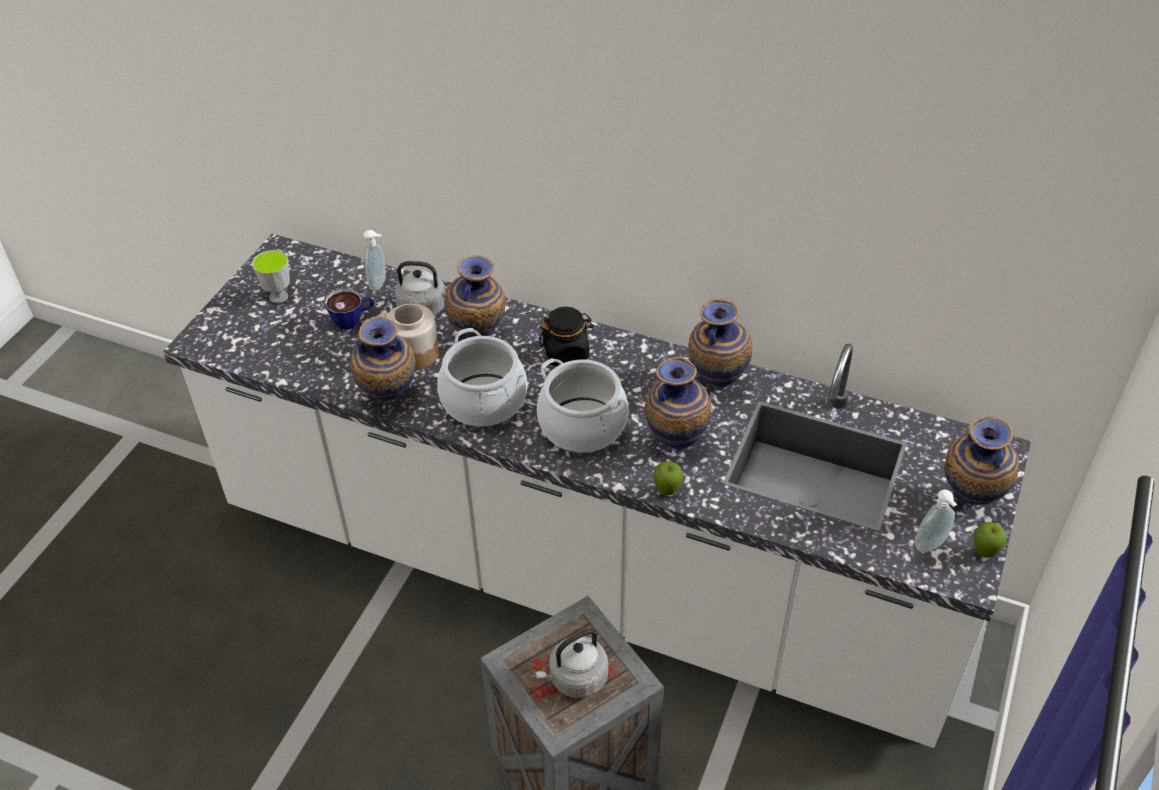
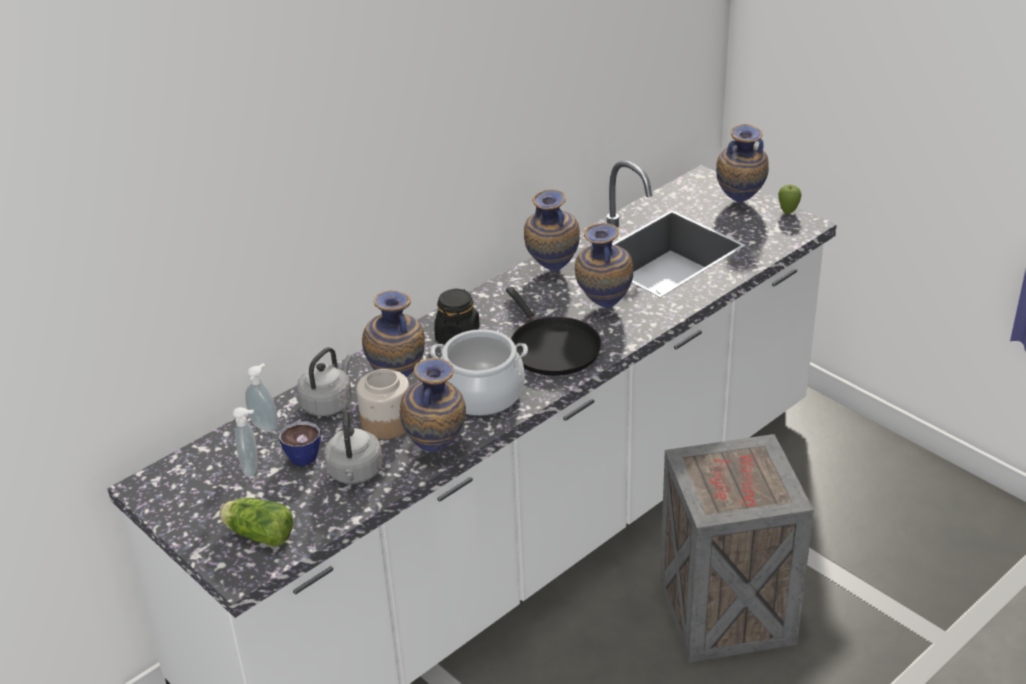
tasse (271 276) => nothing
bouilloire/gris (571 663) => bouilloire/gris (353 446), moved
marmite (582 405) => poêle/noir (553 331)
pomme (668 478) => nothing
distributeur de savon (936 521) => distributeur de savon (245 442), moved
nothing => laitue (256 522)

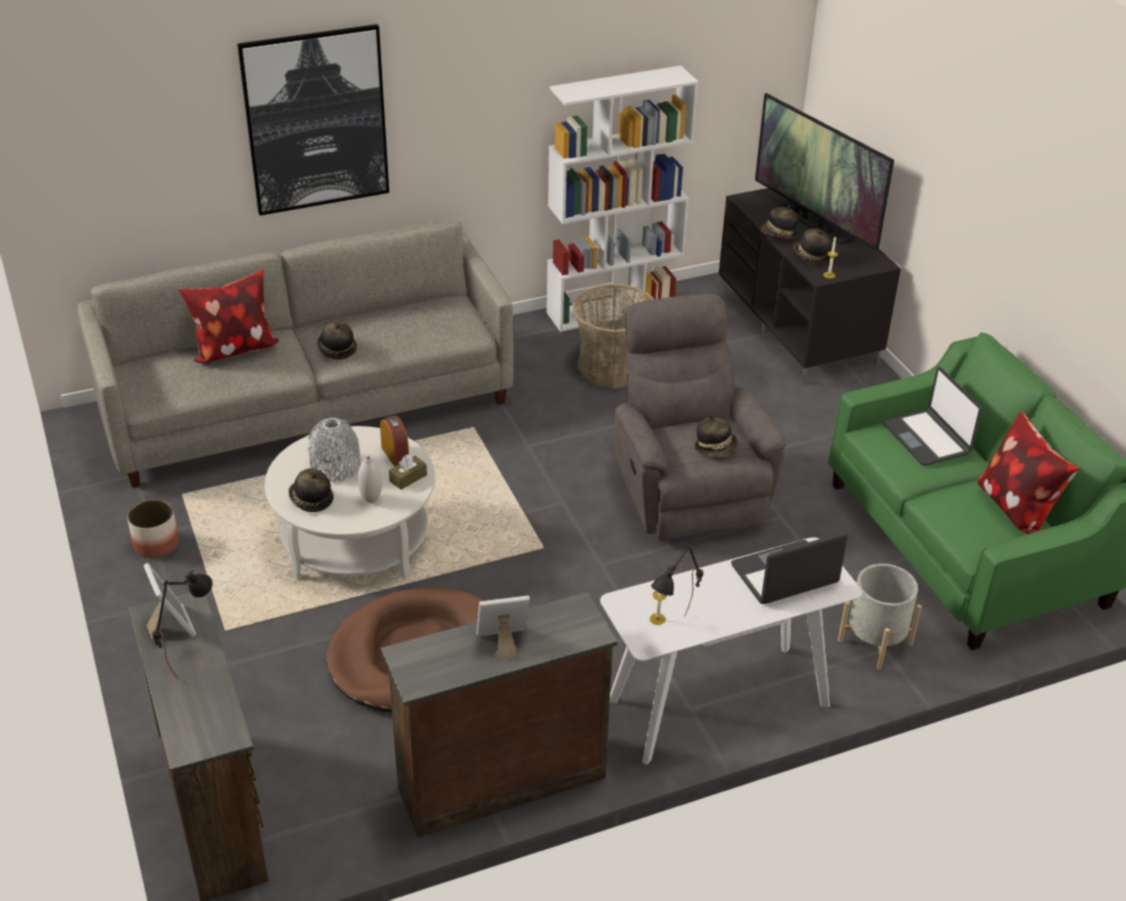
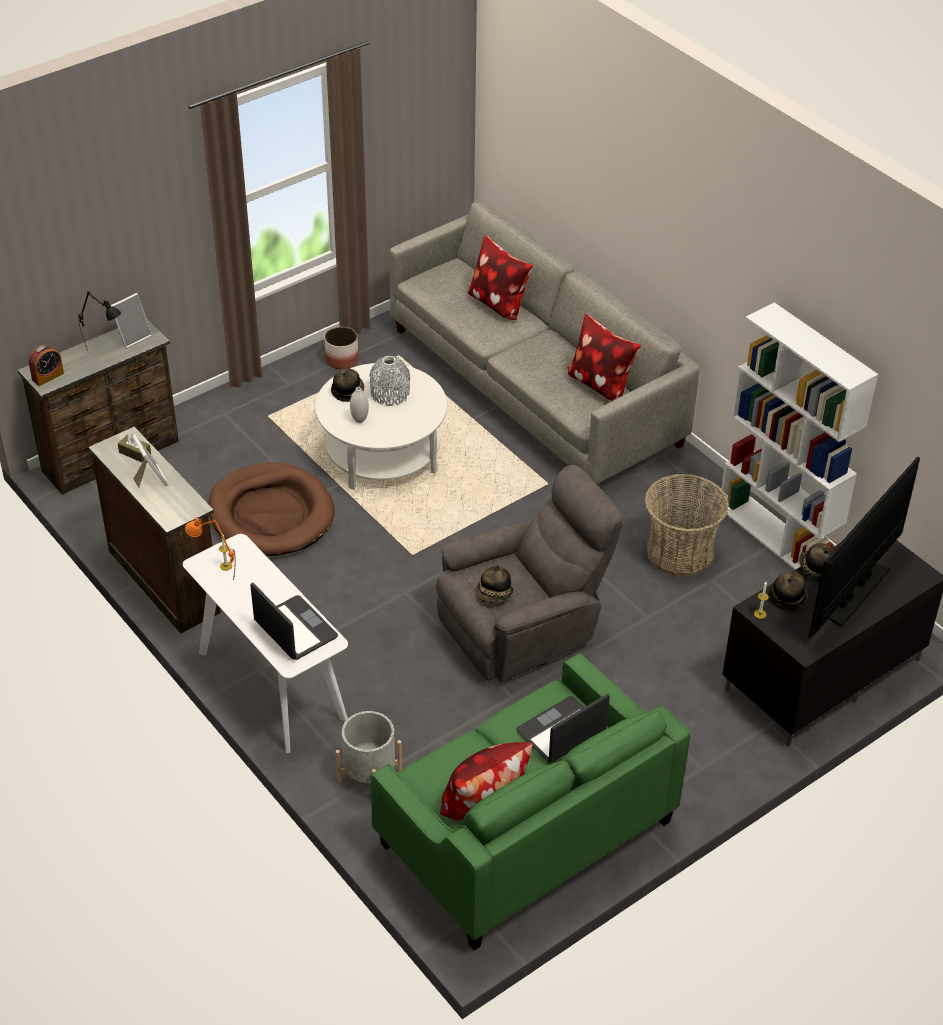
tableau (313 120) => nothing
chapeau (337 340) => nothing
réveil (394 441) => réveil (46 365), moved
boîte à mouchoirs/marron (408 472) => boîte à mouchoirs/marron (134 448), moved
lampe de table/noir (677 580) => lampe de table/orange (210 548)
nothing => coussin (604 357)

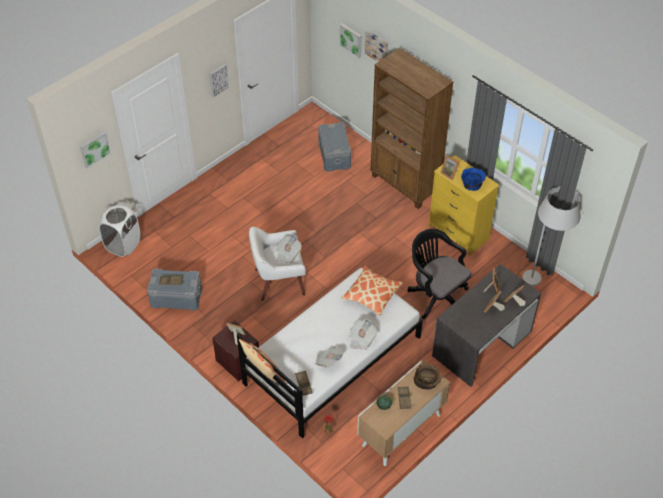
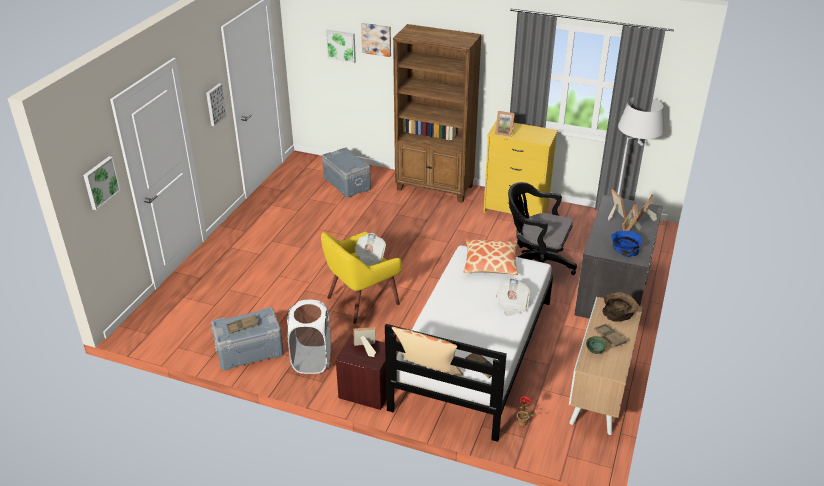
panier à linge/blanc (119 230) => panier à linge/blanc (309 337), moved
fauteuil/blanc (277 264) => fauteuil/jaune (361 278)
journal (328 357) => nothing
bol/bleu (473 179) => bol/bleu (627 243), moved

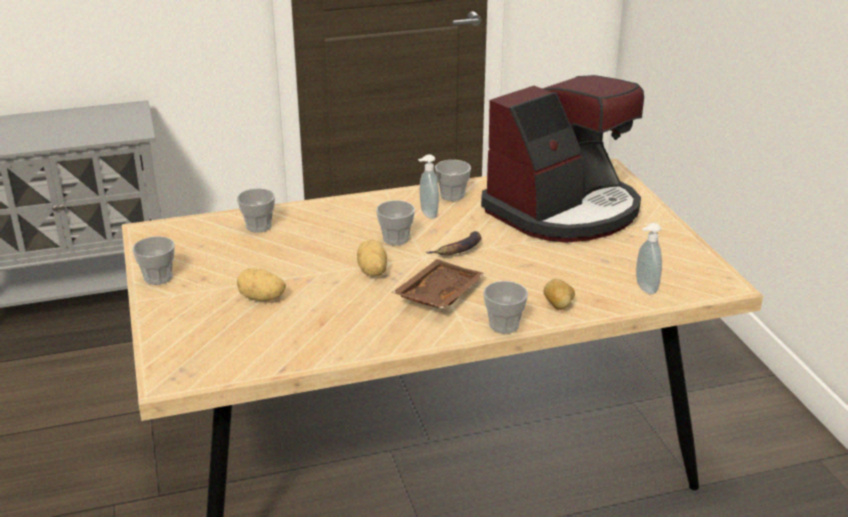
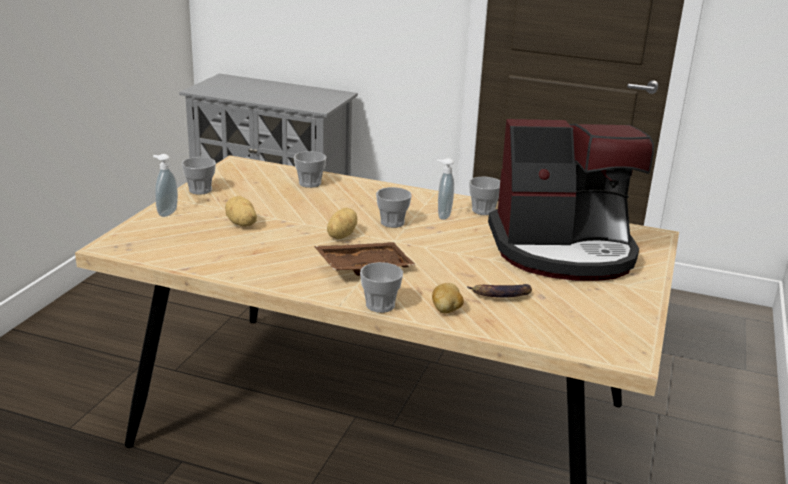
banane (454 243) => banane (499 290), moved
distributeur de savon (649 258) => distributeur de savon (165 185), moved

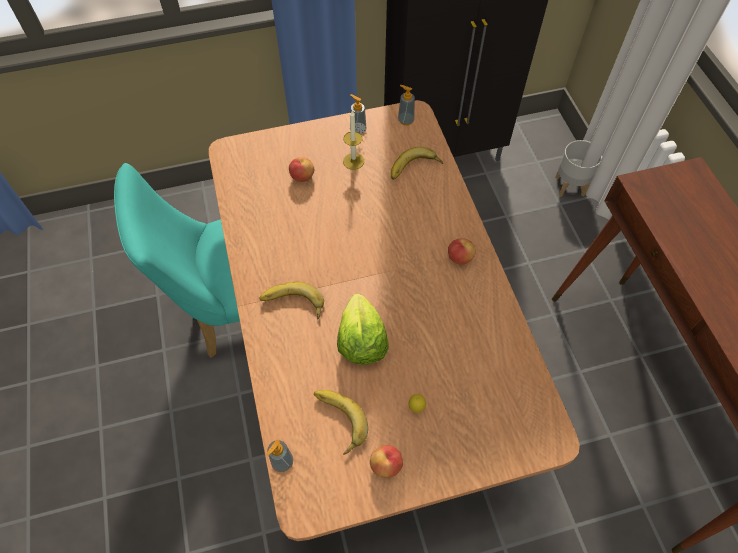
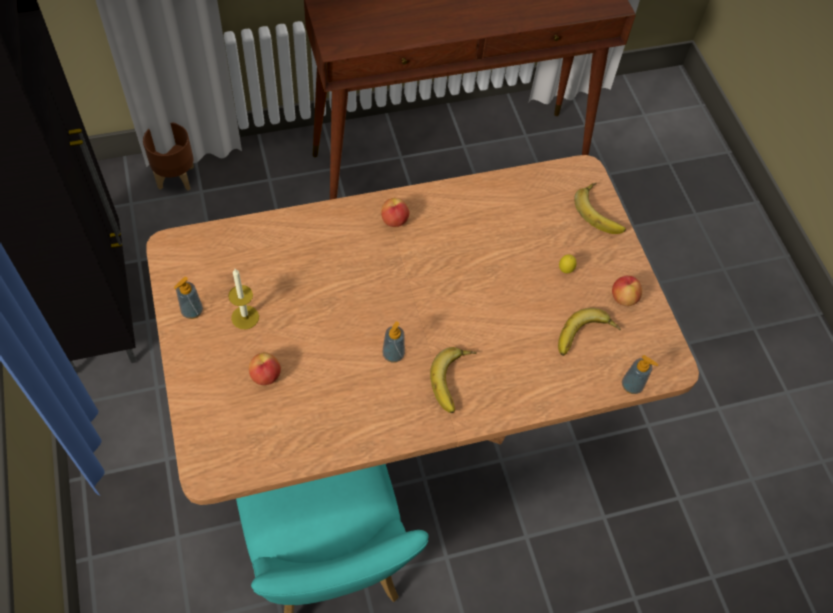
laitue (363 329) => nothing
banane (417 163) => banane (600 208), moved
distributeur de savon (406 105) => distributeur de savon (393 342), moved
cache-pot/gris (578 168) => cache-pot/marron (168 157)

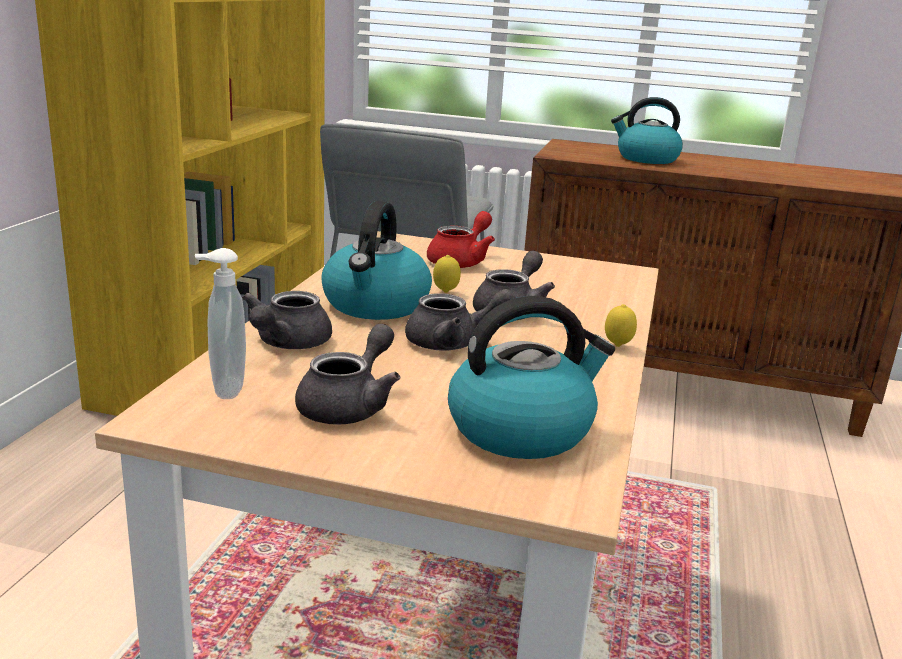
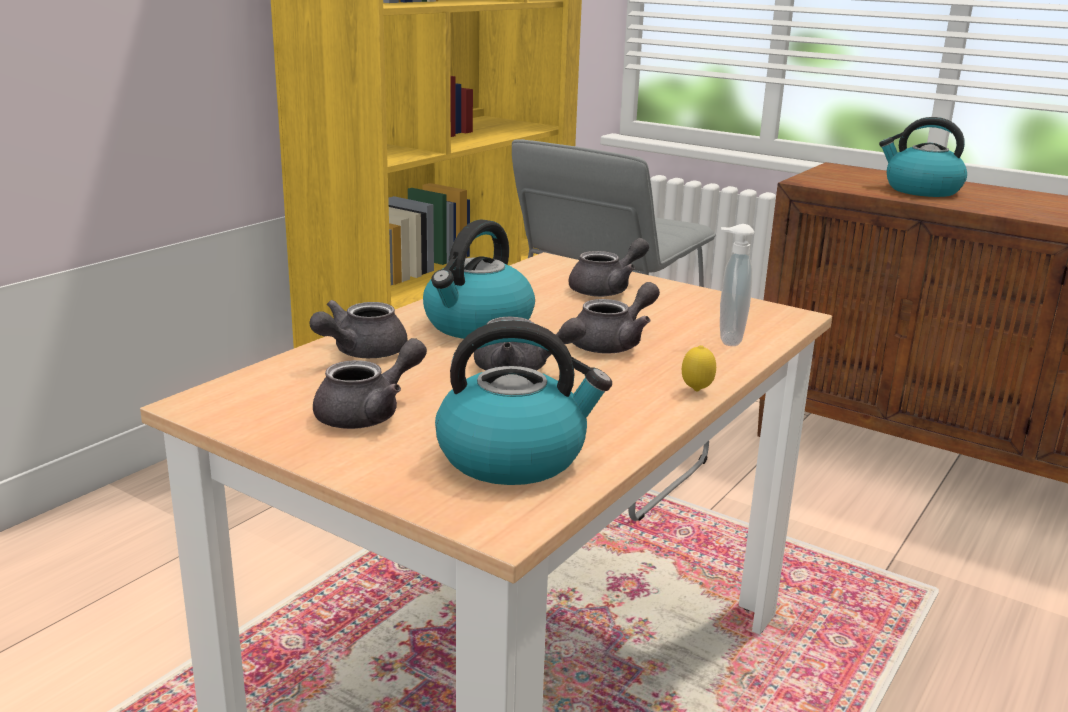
distributeur de savon (220 323) => distributeur de savon (737 285), moved
théière/rouge (461 239) => théière/gris (609 267)
citron (447 274) => nothing

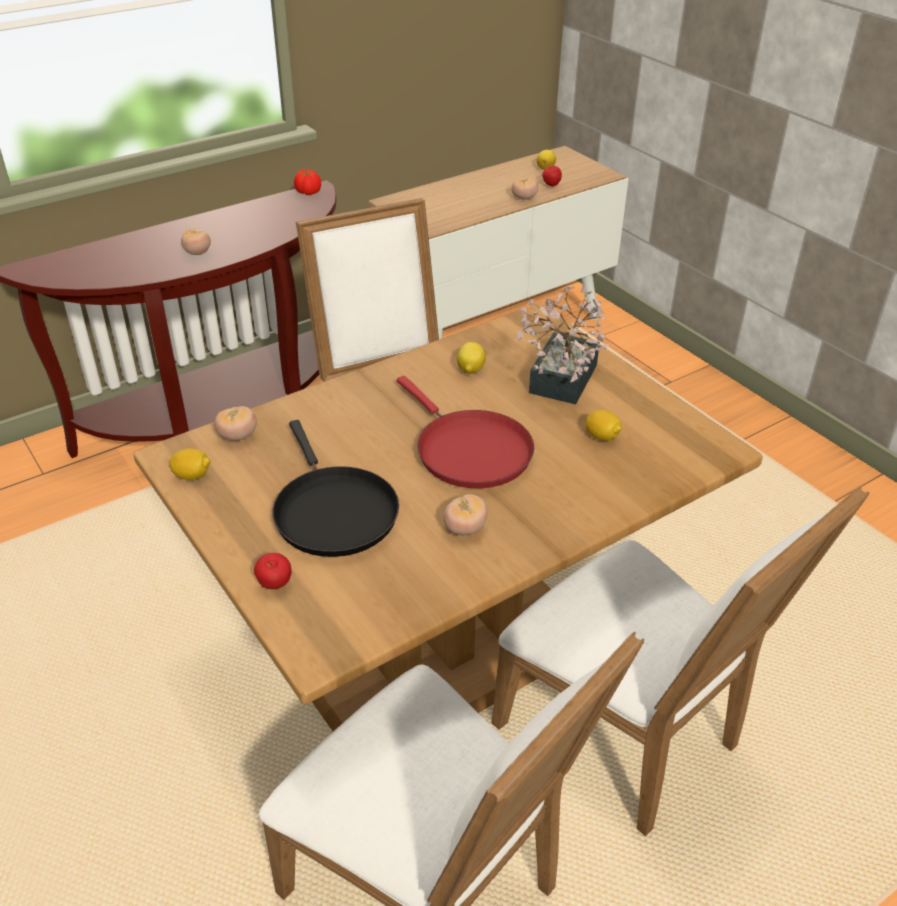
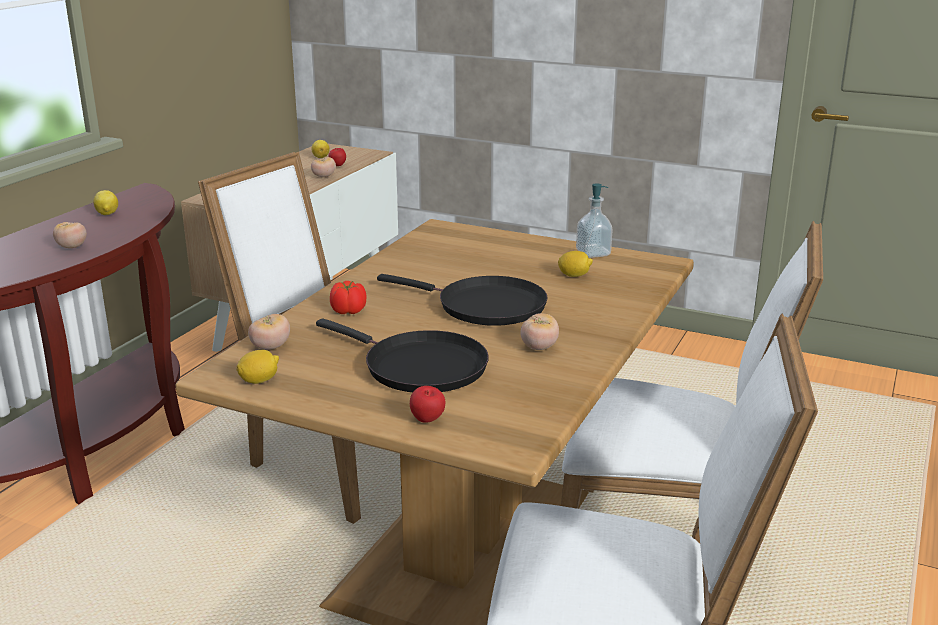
tomate (307 182) => tomate (348 297), moved
poêle/rouge (465 432) => poêle/noir (462 300)
citron (471 358) => citron (105 202), moved
plante en pot (561 345) => nothing
nothing => distributeur de savon (594 220)

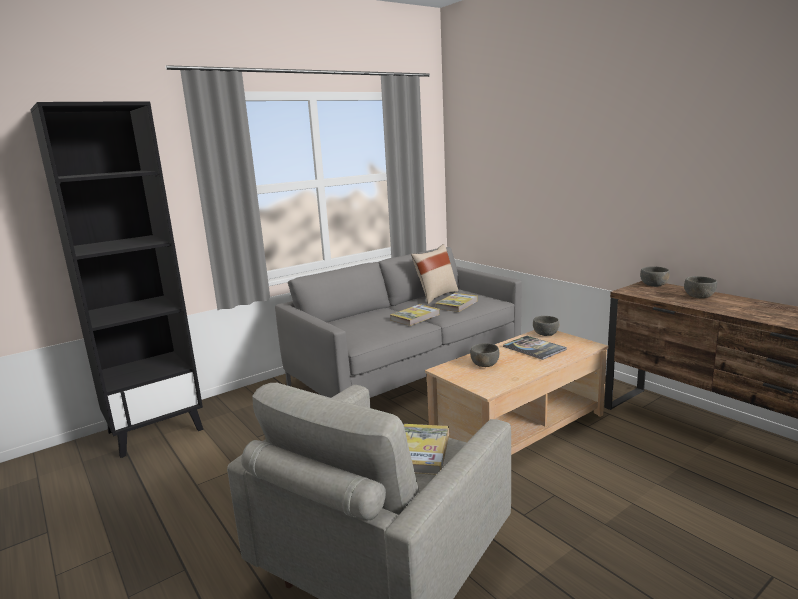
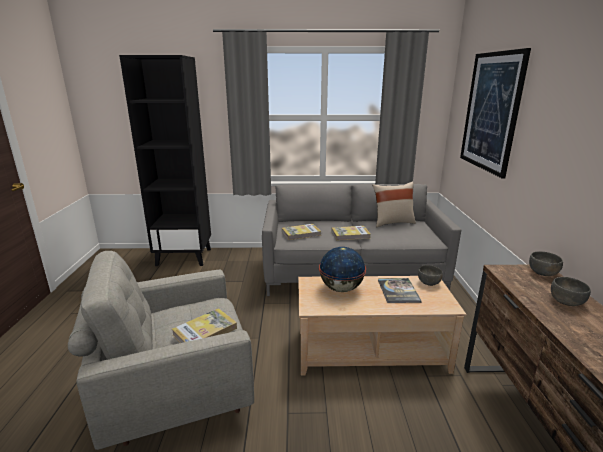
livre (456 302) => livre (301 232), moved
bol/gris (485 355) => globe (342 269)
nothing => tableau (495 113)

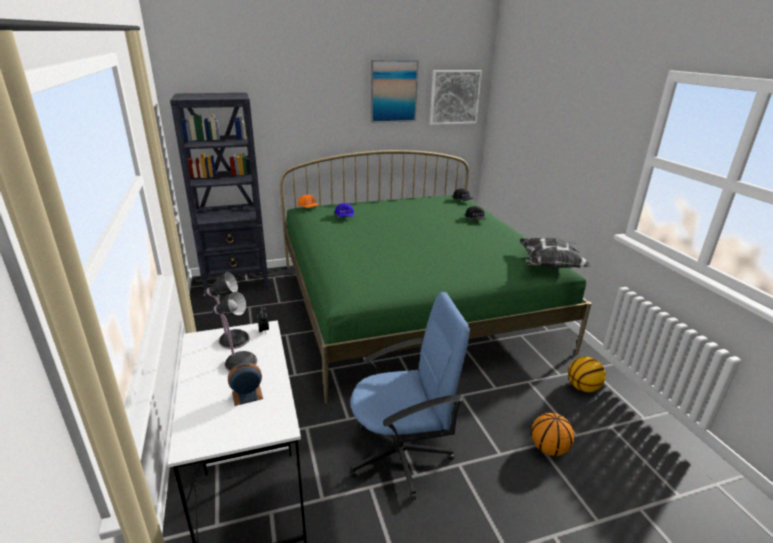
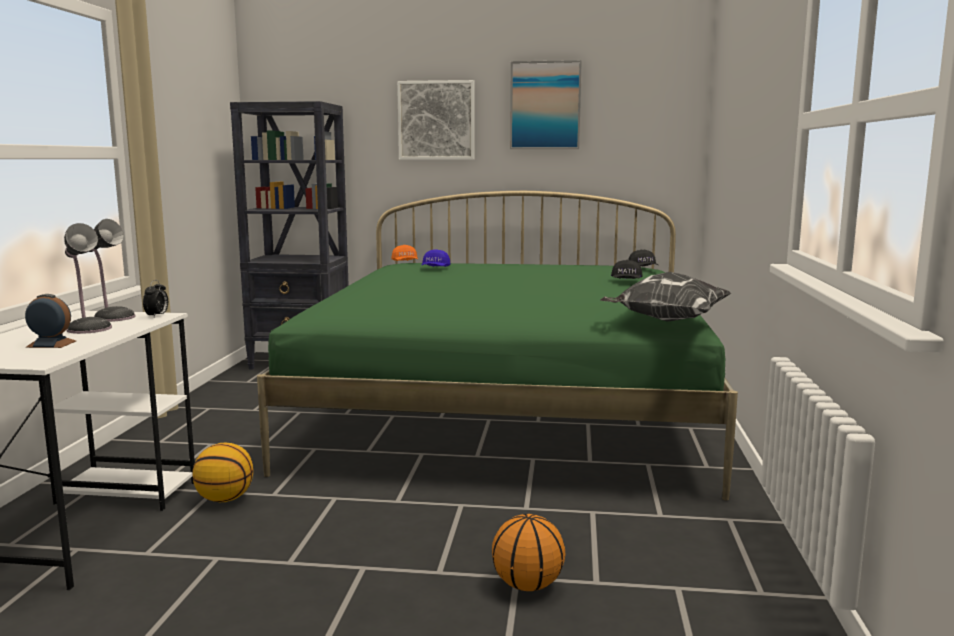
chaise de bureau/bleu (410 396) => nothing
tableau (456 97) => tableau (435 120), moved
ballon de basket (587 374) => ballon de basket (223 472), moved

